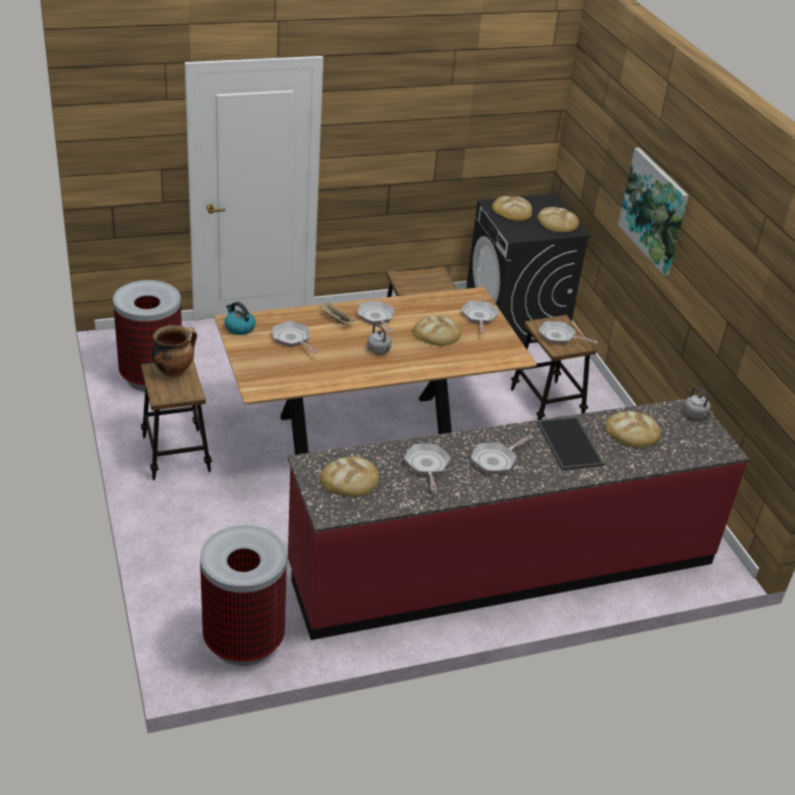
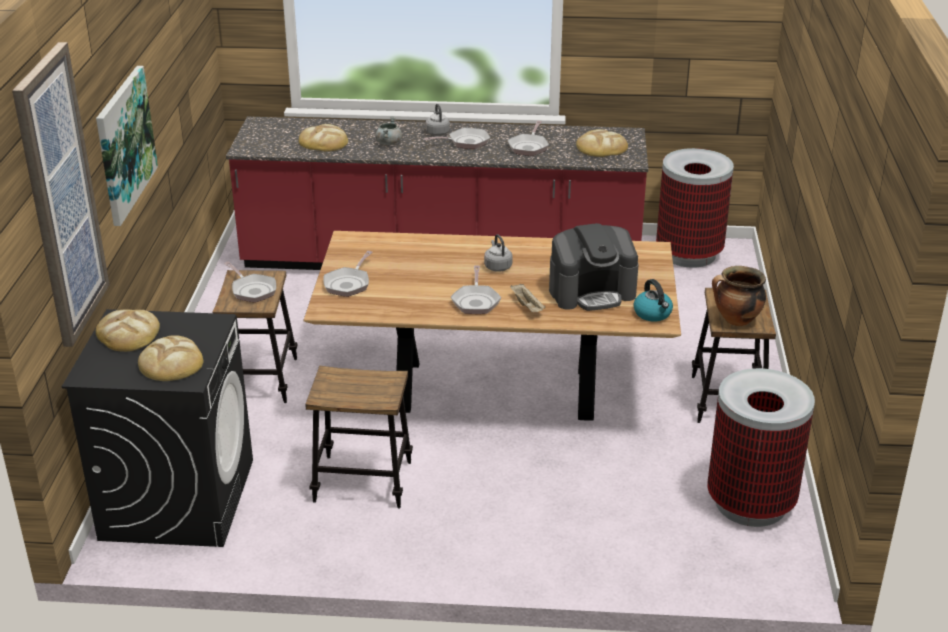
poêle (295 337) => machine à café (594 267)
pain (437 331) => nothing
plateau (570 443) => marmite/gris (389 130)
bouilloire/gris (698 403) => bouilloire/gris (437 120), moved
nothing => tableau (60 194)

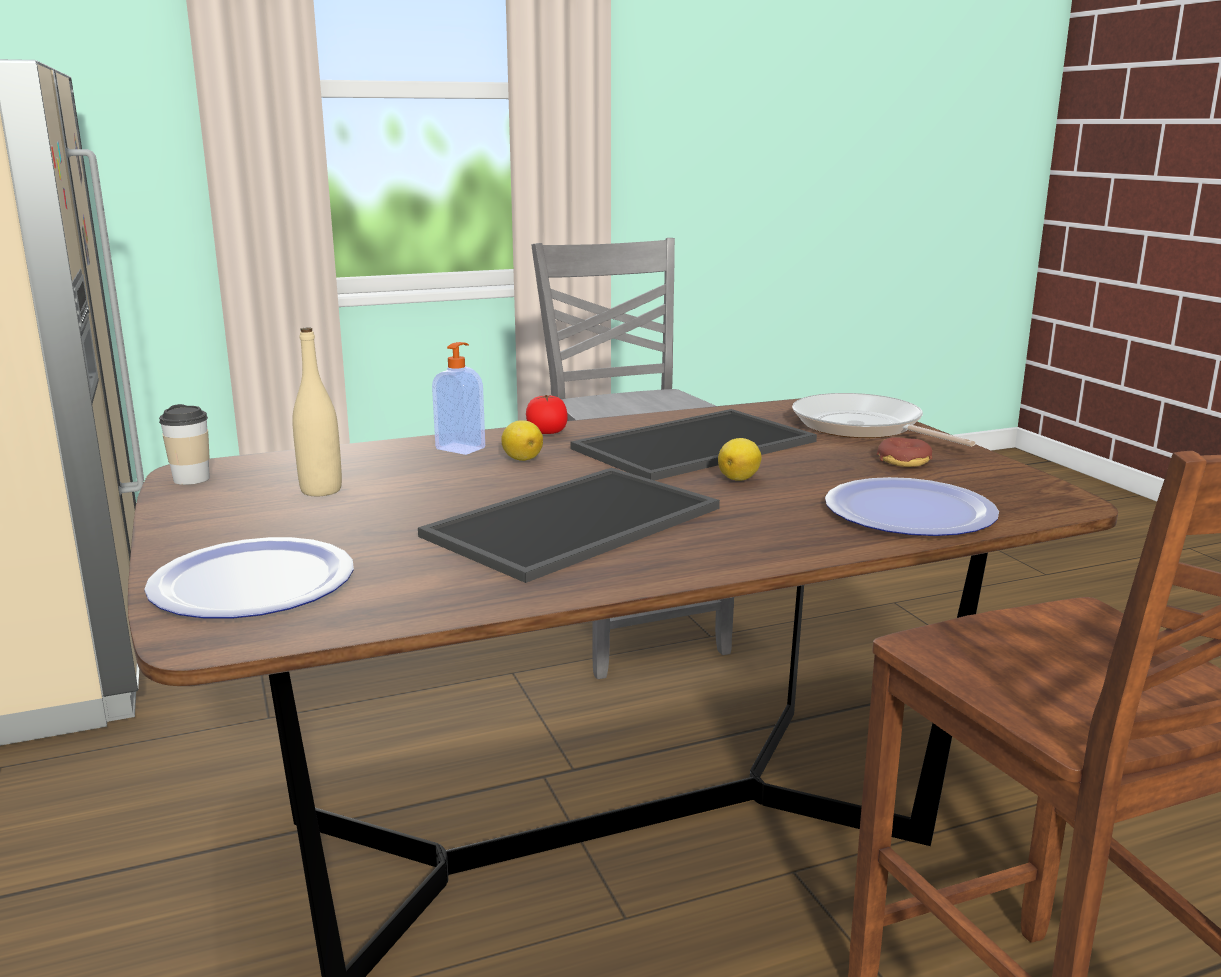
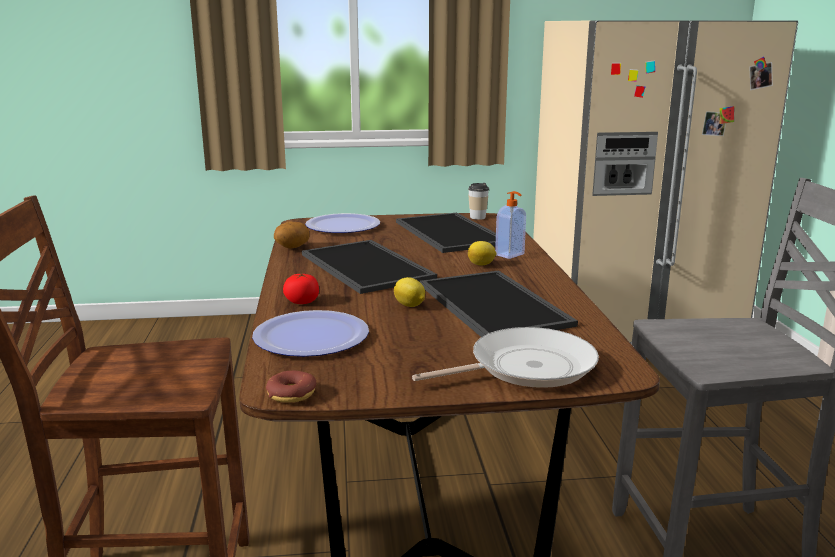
bouteille/beige (317 411) => plateau (446 233)
tomate (547 414) => tomate (301 288), moved
beignet (904 452) => beignet (291 387), moved
nothing => pomme de terre (292 235)

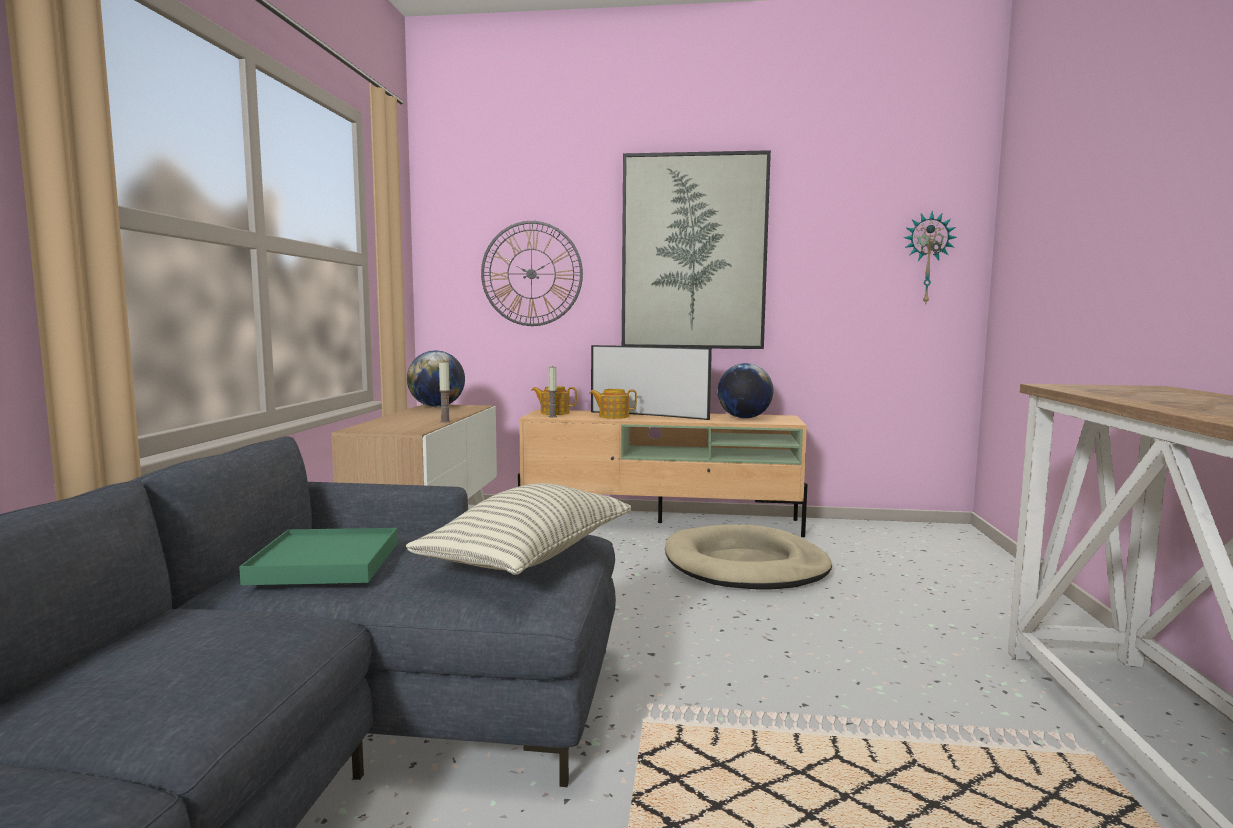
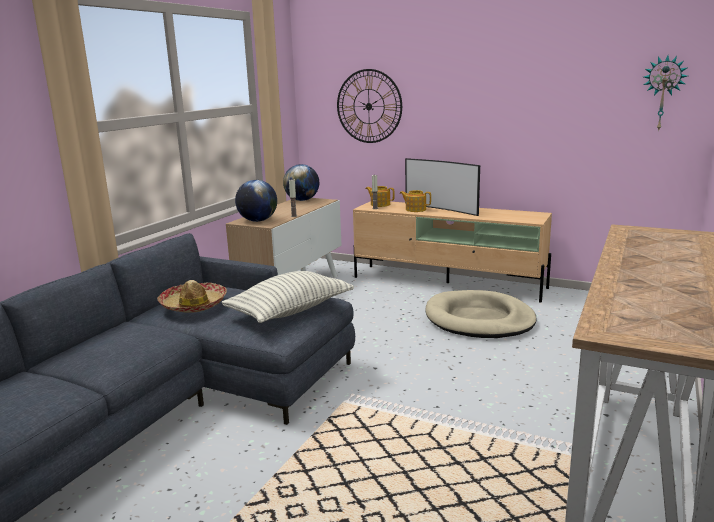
plateau/vert (318 556) => chapeau (192 296)
tableau (696 249) => nothing
globe (745 391) => globe (256 201), moved

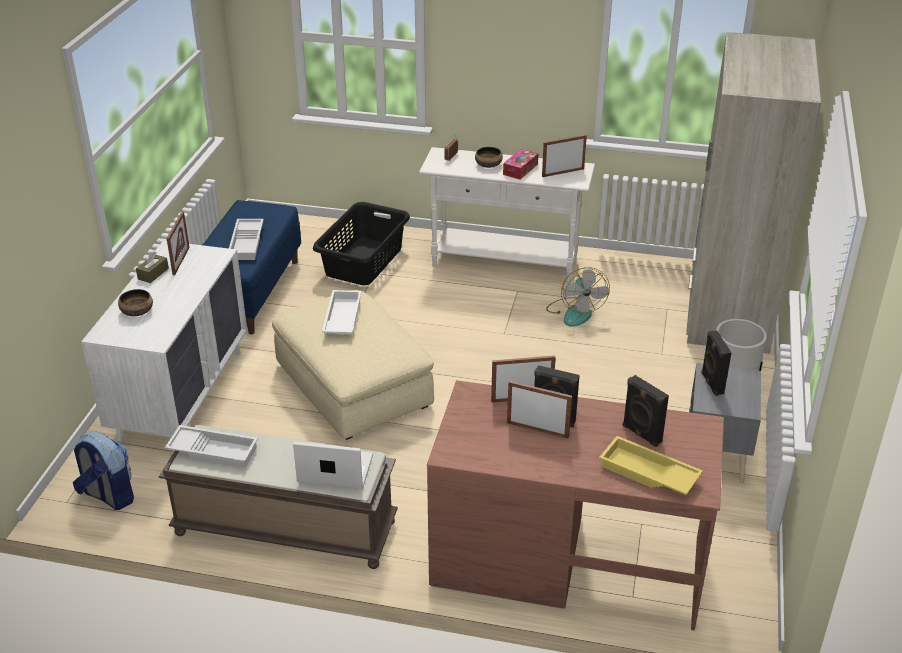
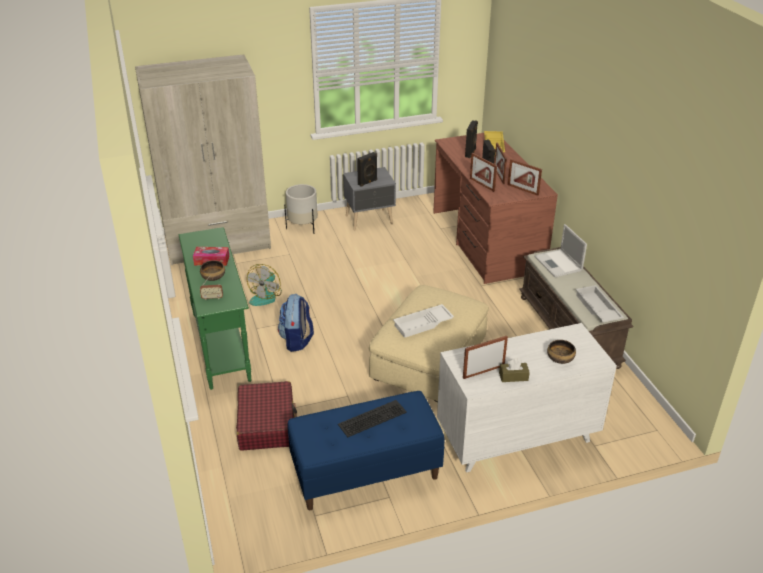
sac à dos (103 470) => sac à dos (296 323), moved
plateau/blanc (246 239) => clavier (372 418)
panier à linge/noir (361 243) => valise/rouge (266 416)
table console/blanc (507 215) => table console/vert (215 308)
cadre photo (564 156) => cadre photo (525 177), moved
ventilateur (578 297) => ventilateur (264 285), 150 degrees clockwise

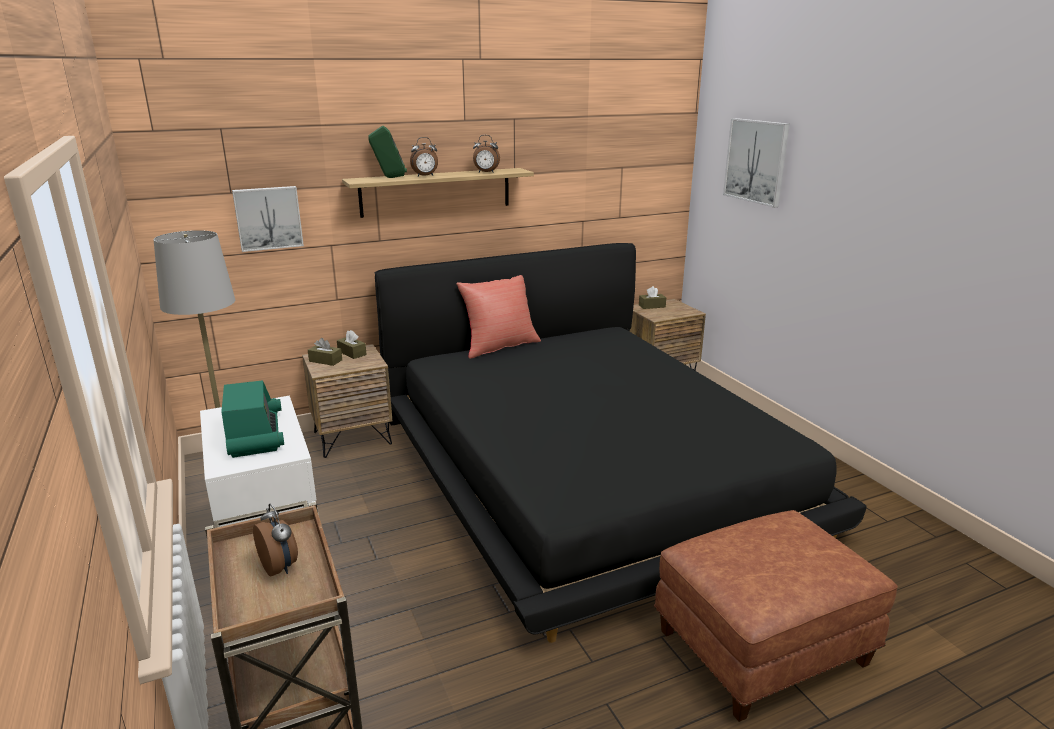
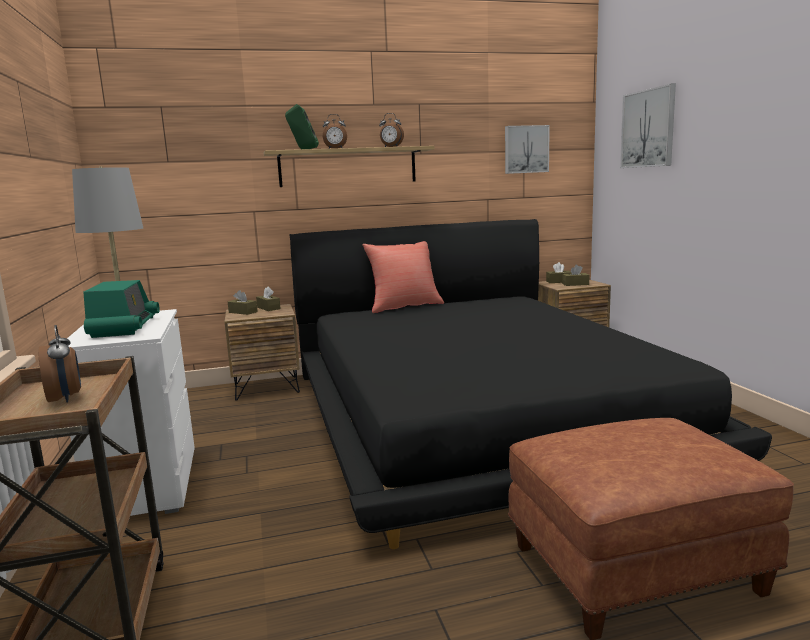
tableau (268 219) => tableau (527 149), moved
nothing => boîte à mouchoirs/marron (575 275)

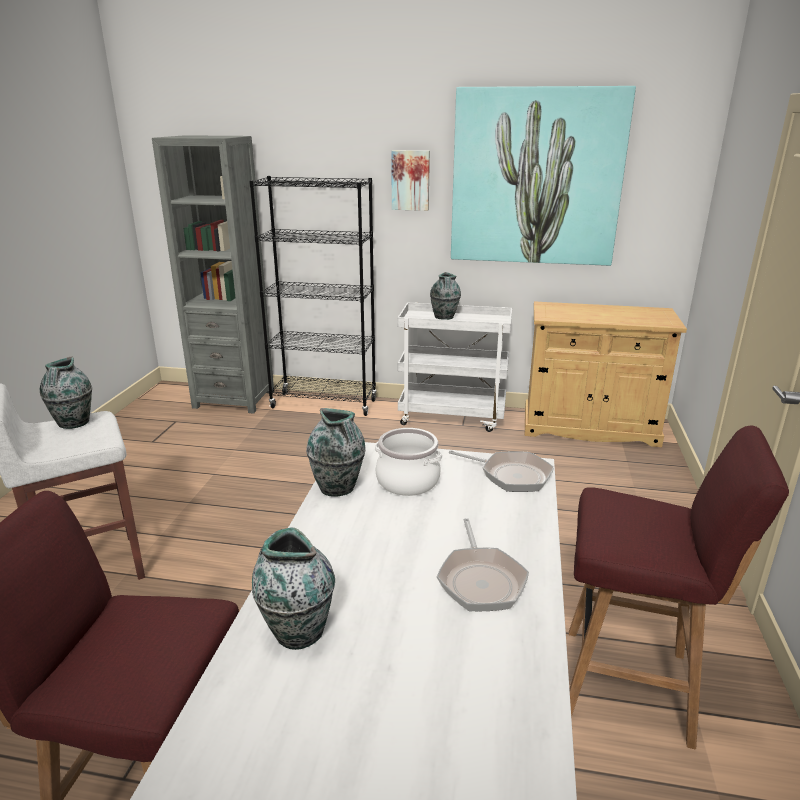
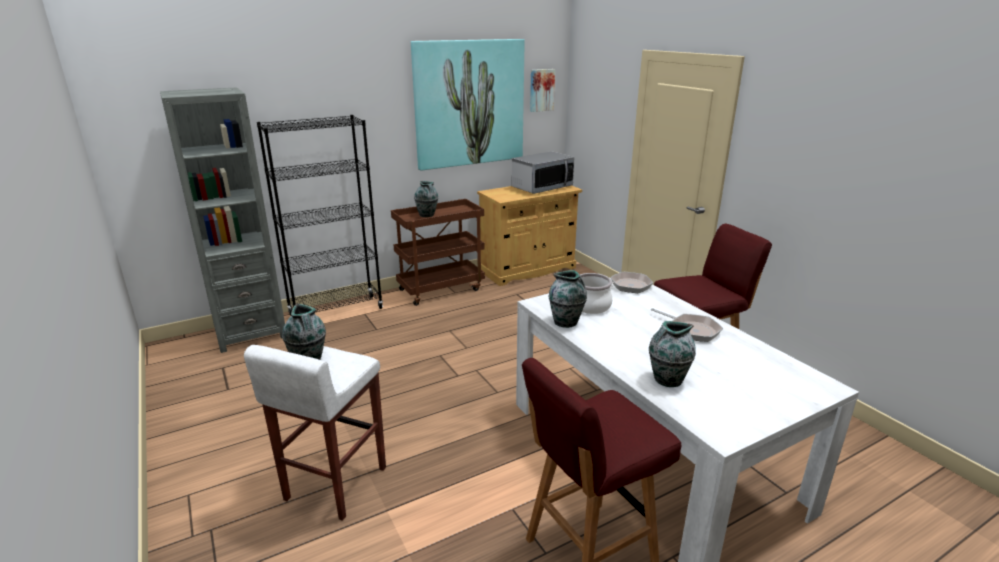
tableau (410 180) => tableau (542 90), moved
chariot/blanc (455 367) => chariot/marron (438 252)
nothing => micro-ondes (543 172)

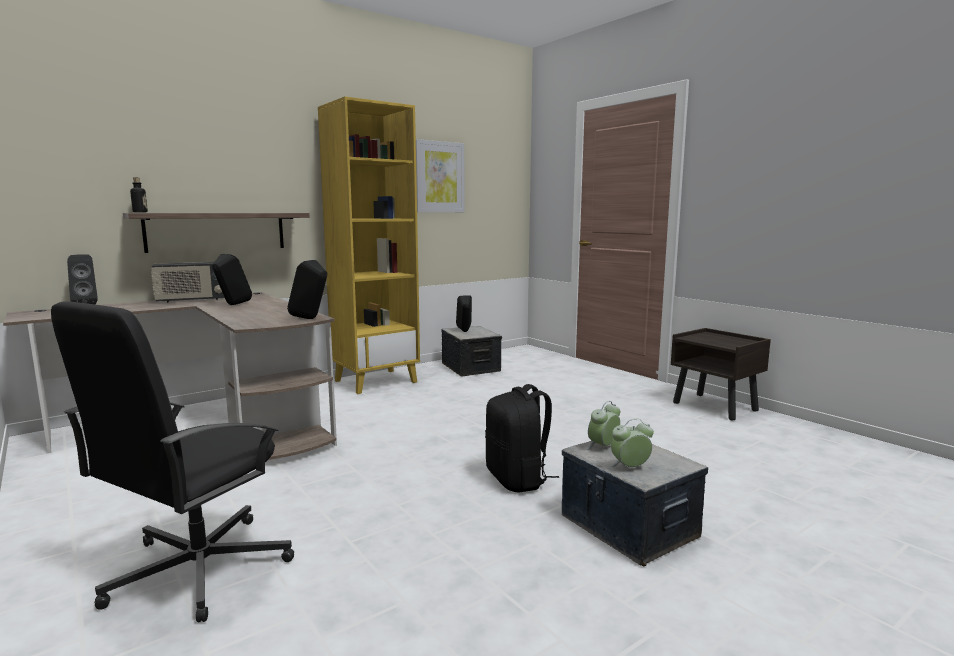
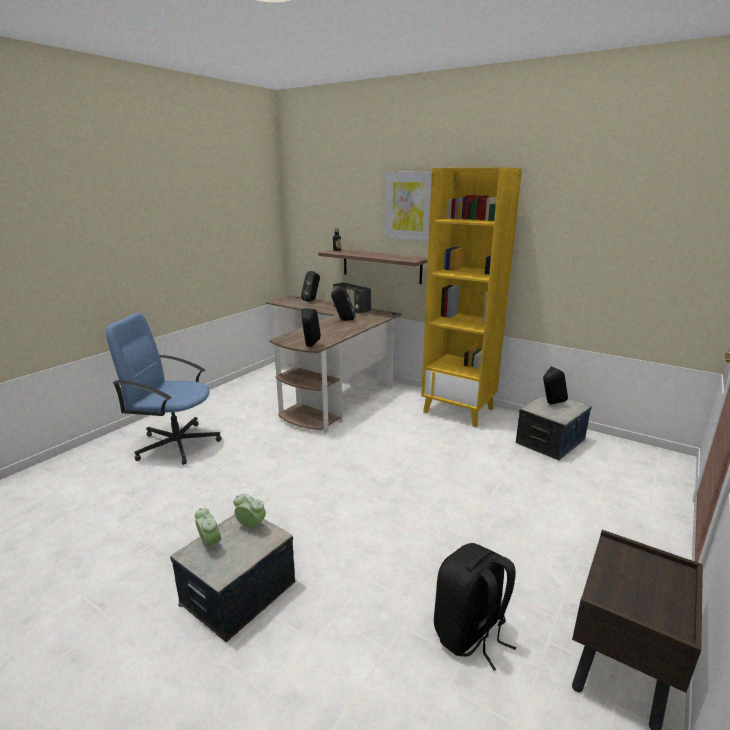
chaise de bureau/noir (172 461) => chaise de bureau/bleu (164 389)
tableau (440 175) => tableau (408 207), moved
sac à dos/noir (522 438) => sac à dos/noir (475 607), moved

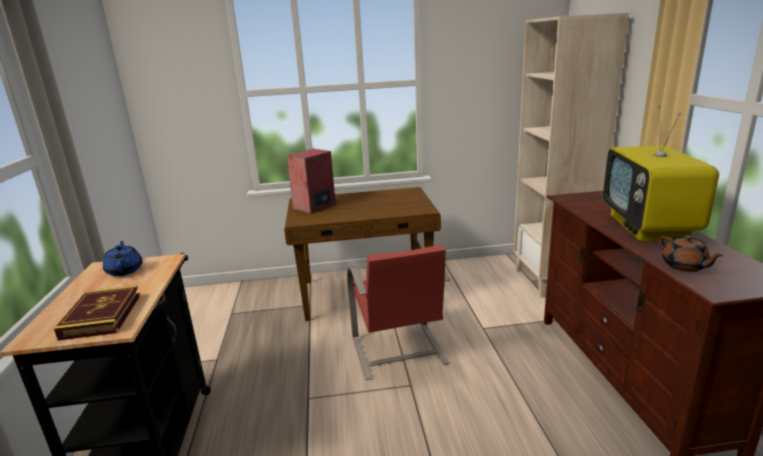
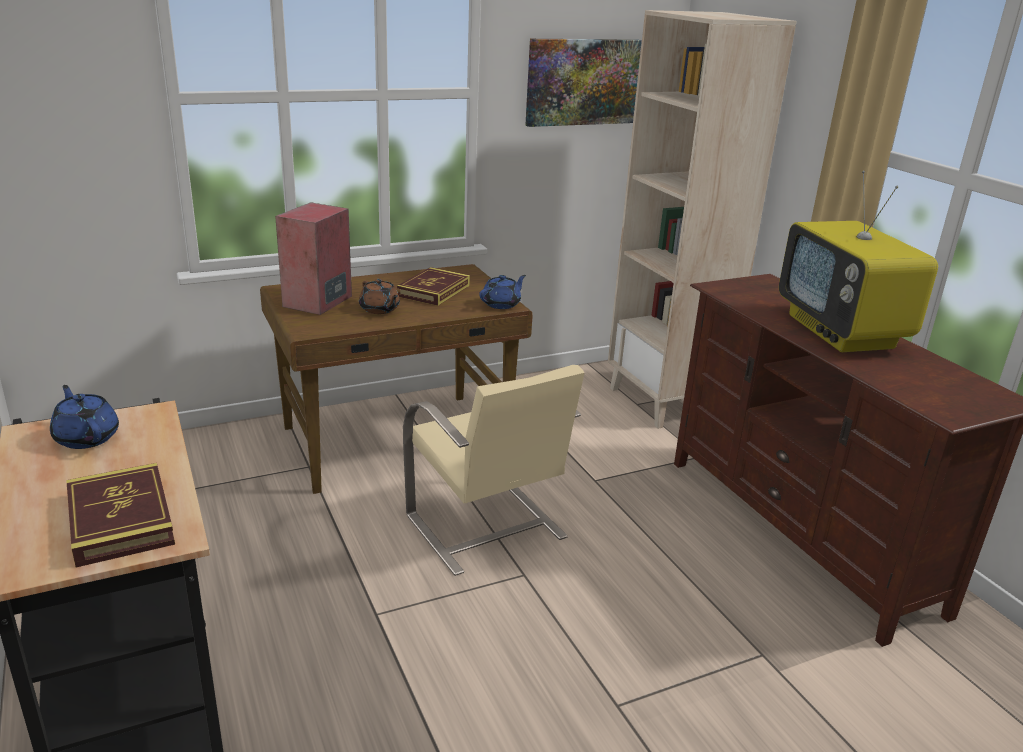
chaise/rouge (398 312) => chaise/beige (494 470)
théière/marron (691 253) => théière/marron (379 296), moved
nothing => livre (433 286)
nothing => théière/bleu (502 292)
nothing => tableau (583 83)

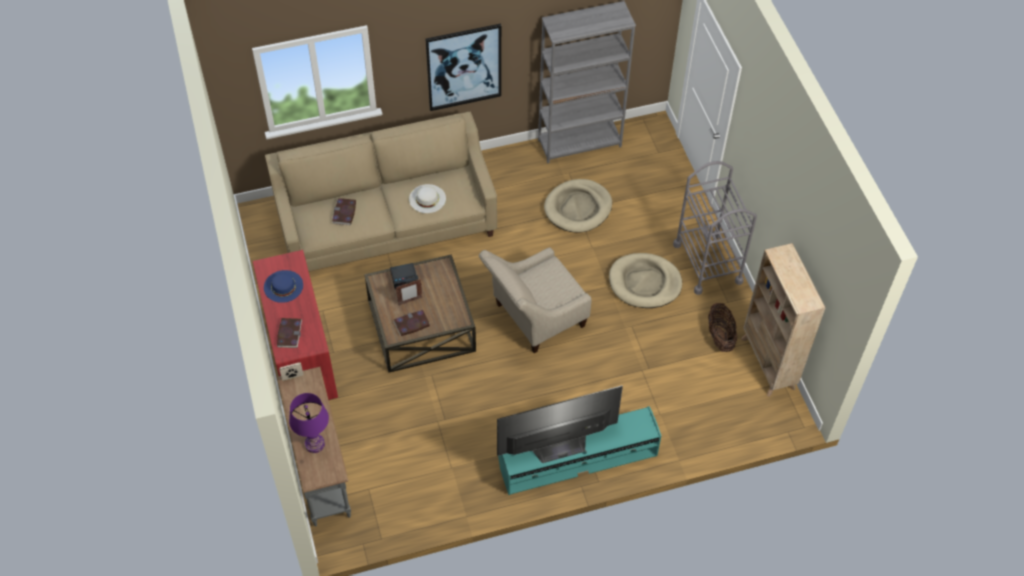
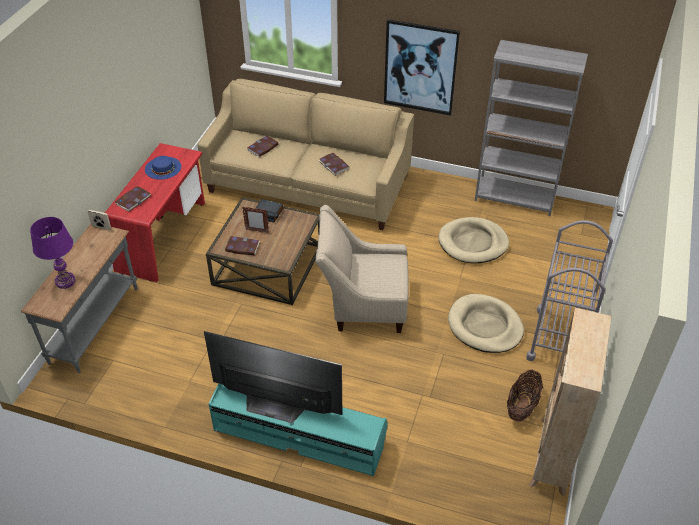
chapeau/blanc (427 198) => livre (334 164)

